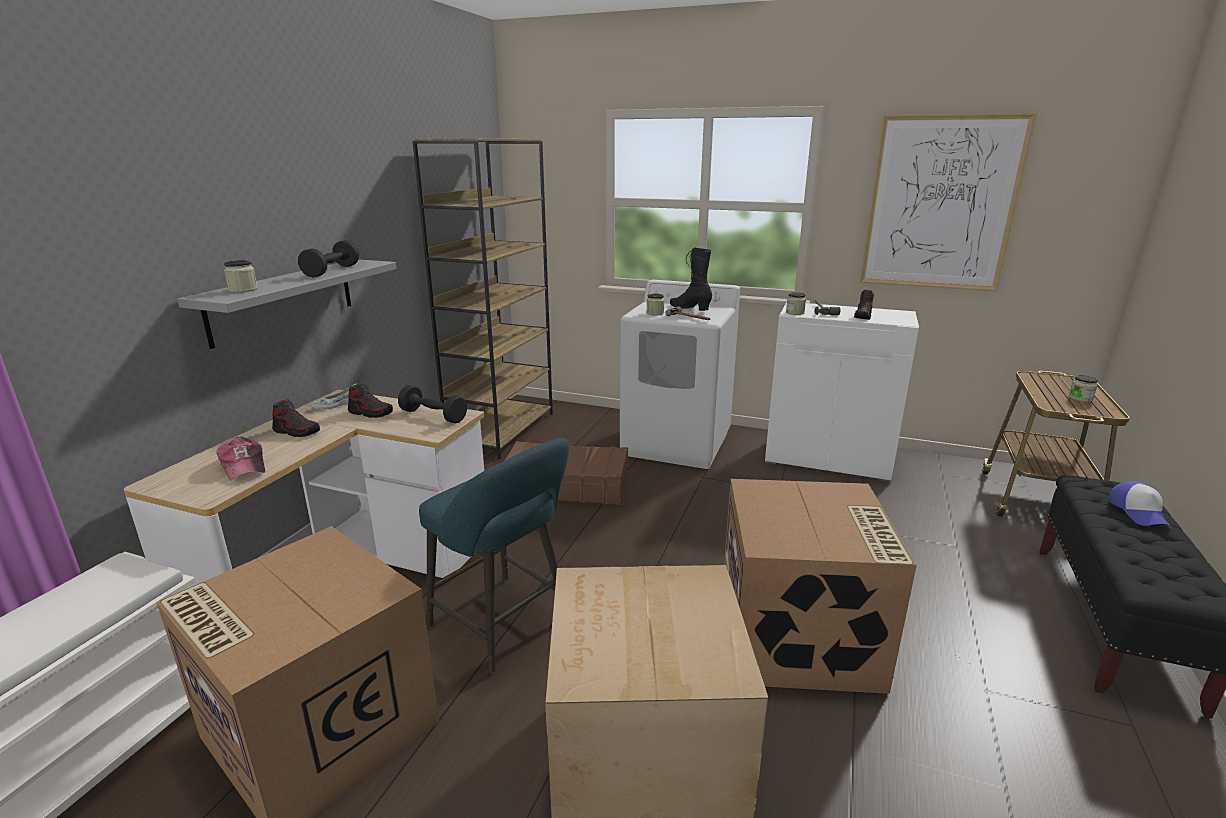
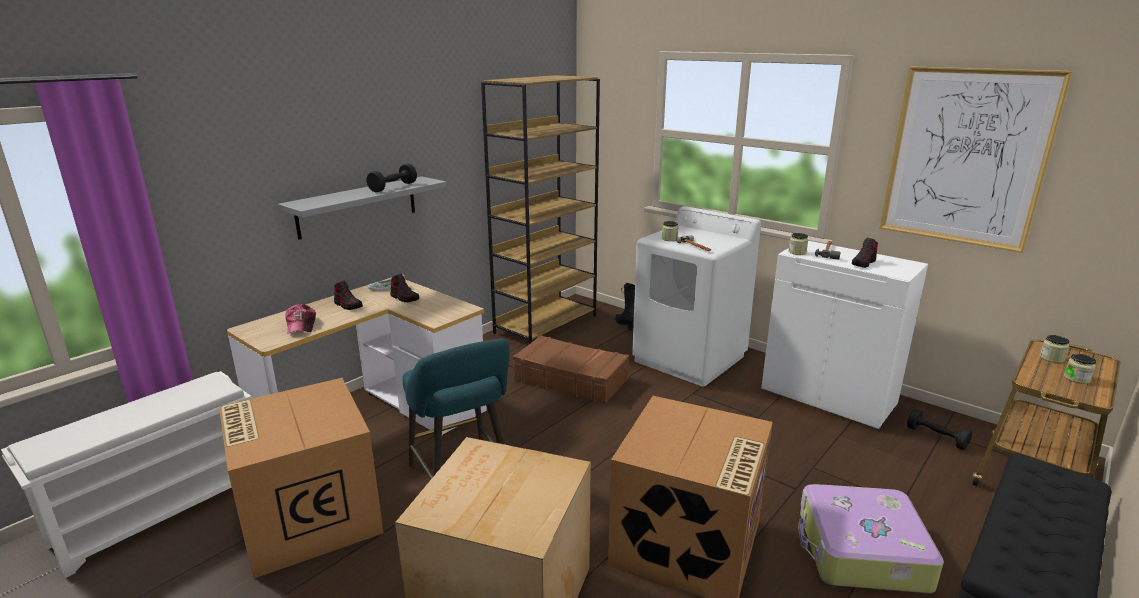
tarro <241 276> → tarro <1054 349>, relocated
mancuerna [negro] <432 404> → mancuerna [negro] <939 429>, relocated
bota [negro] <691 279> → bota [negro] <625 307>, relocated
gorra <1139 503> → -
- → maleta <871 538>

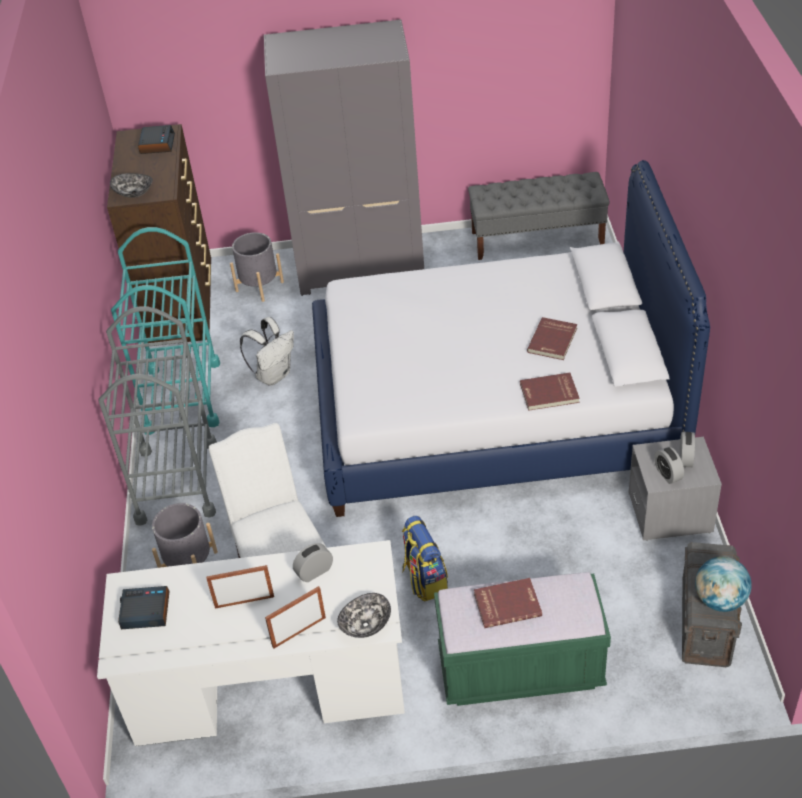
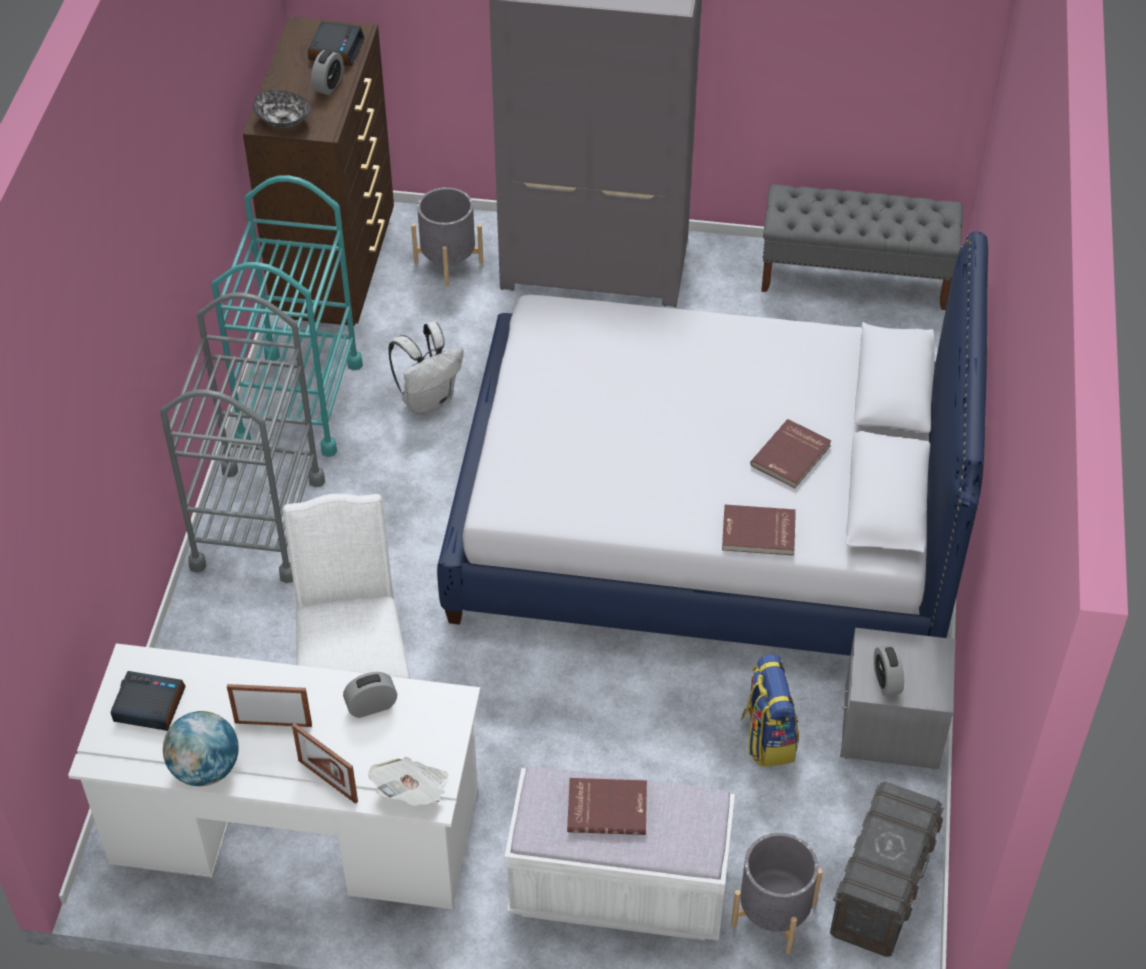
maceta [gris] <185 535> → maceta [gris] <777 893>, relocated
portarretratos <295 617> → portarretratos <325 763>, 120 degrees counterclockwise
cuenco <364 615> → periódico <408 781>
mochila <425 558> → mochila <769 710>, relocated
banco [verde] <522 639> → banco [blanco] <620 853>
despertador <687 449> → despertador <327 72>, relocated
globo terráqueo <723 584> → globo terráqueo <201 748>, relocated

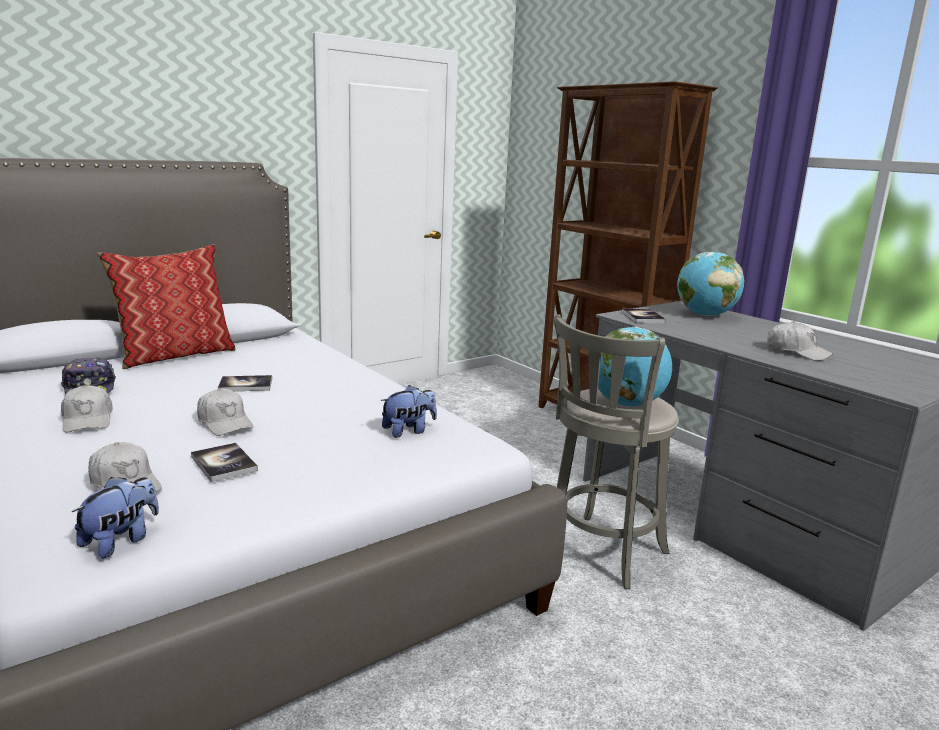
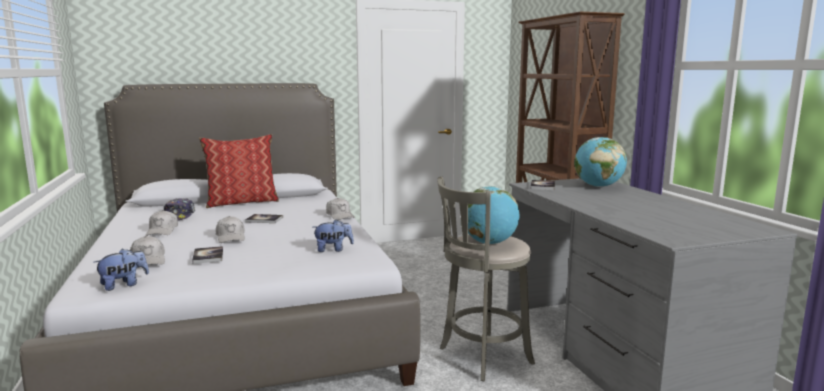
gorra [blanco] <800 341> → gorra [blanco] <340 209>, relocated

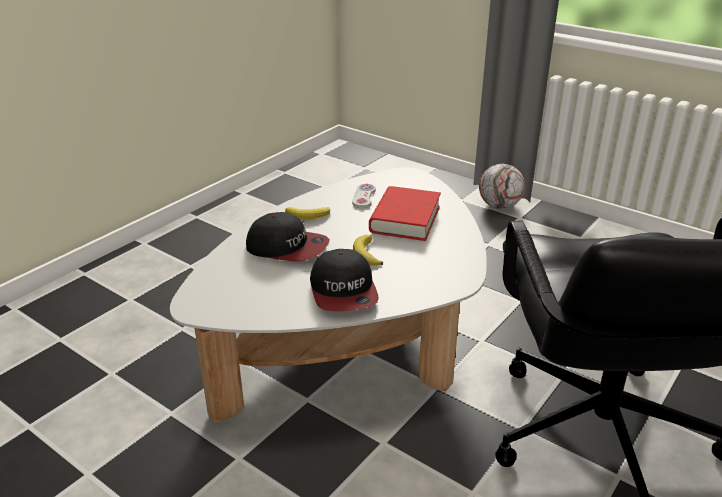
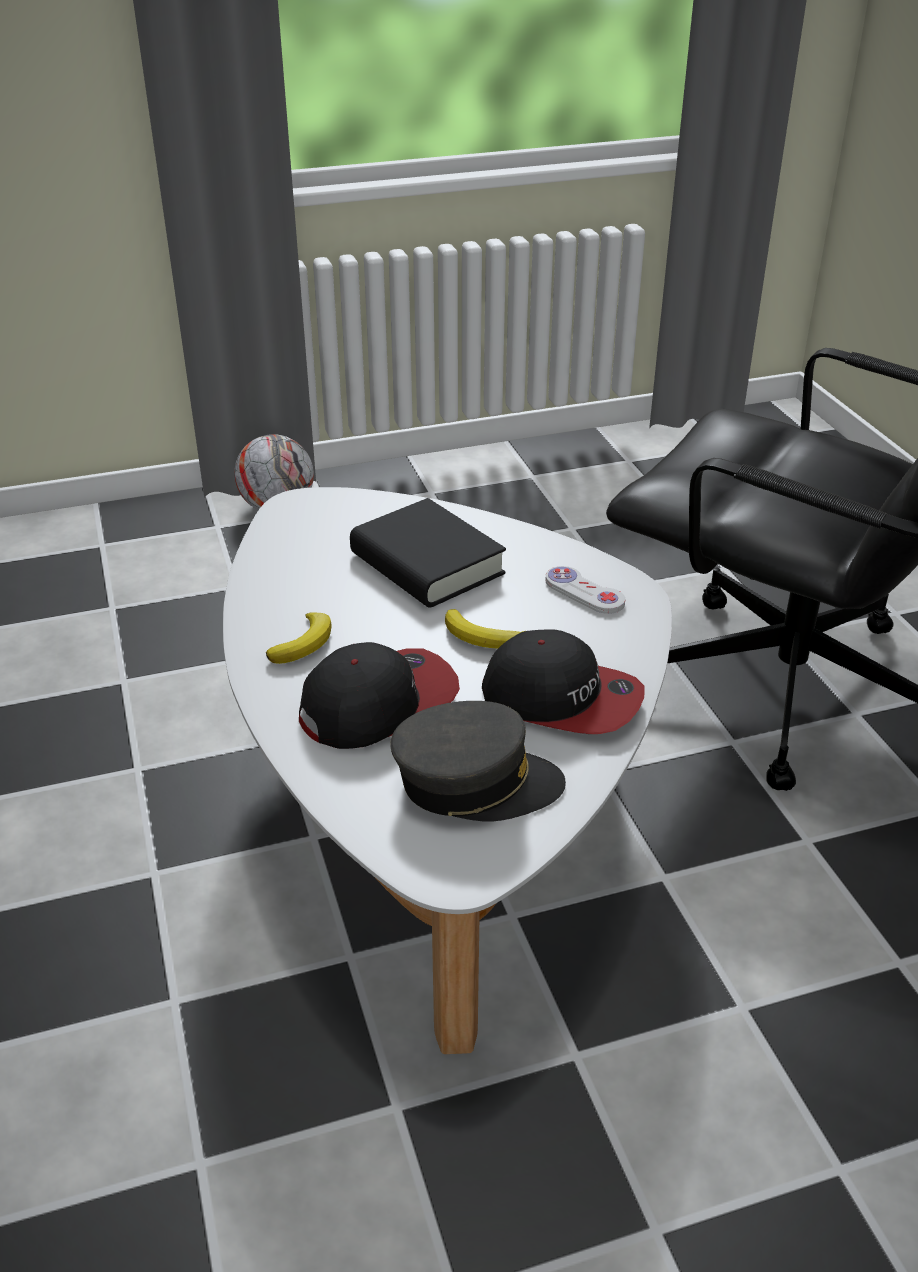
mando de consola [blanco] <364 196> → mando de consola [blanco] <585 590>, relocated
libro [rojo] <405 213> → libro [negro] <428 553>
- → gorra [gris] <478 761>

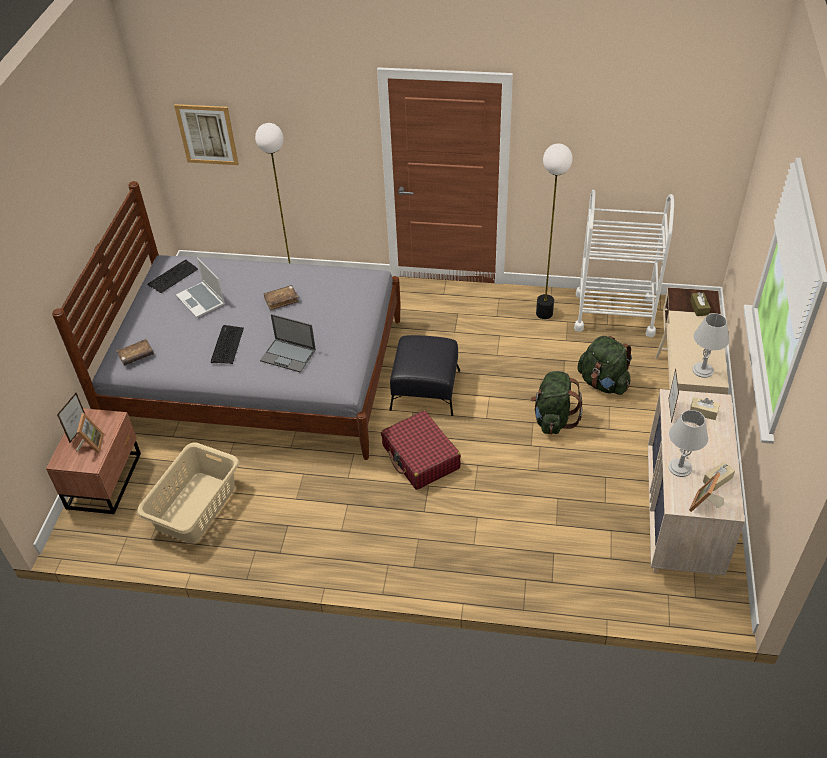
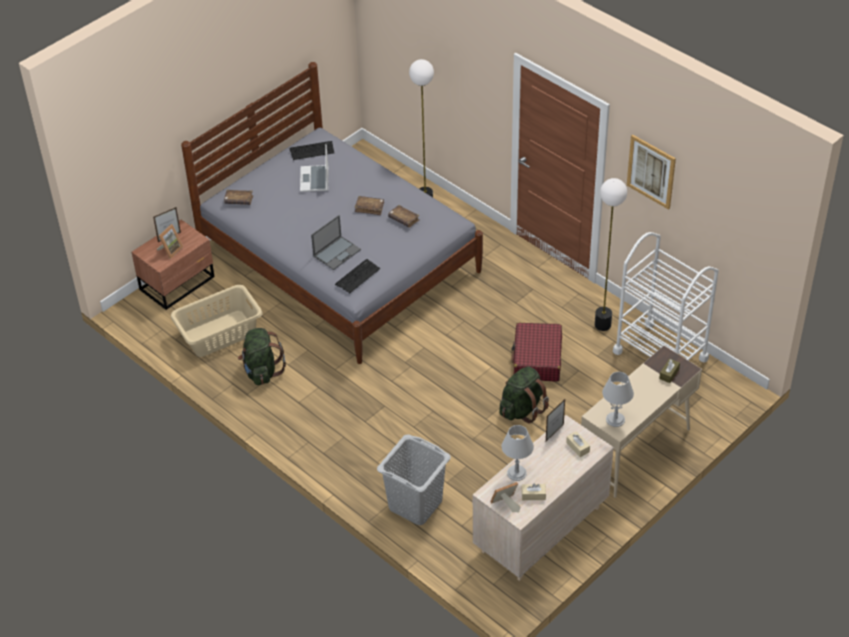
cuadro <206 134> → cuadro <651 172>, relocated
teclado <227 344> → teclado <357 276>, relocated
portátil <288 343> → portátil <336 242>, 105 degrees counterclockwise
maleta [rojo] <421 450> → maleta [rojo] <536 352>, relocated
puf [negro] <424 375> → -
mochila [verde] <604 365> → mochila [verde] <262 356>, relocated
- → cesto de la ropa [gris] <414 480>
- → libro [marrón] <404 216>

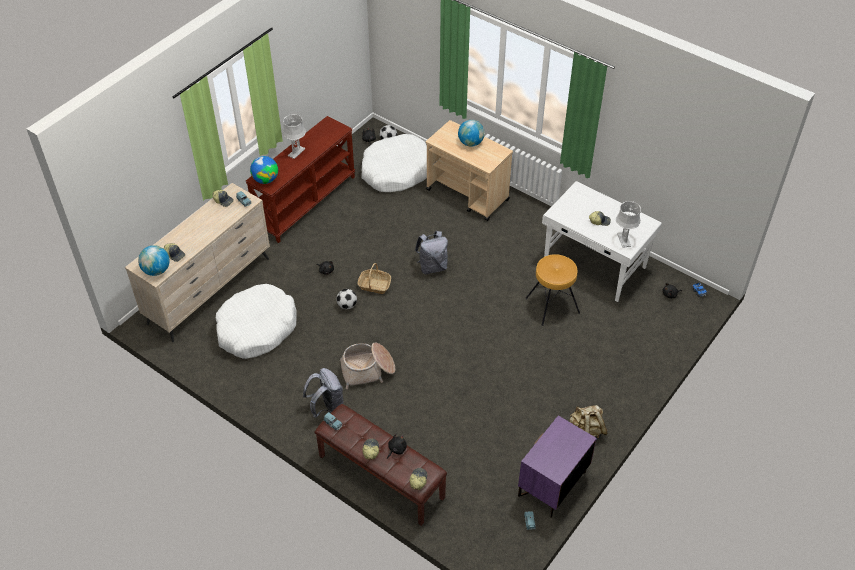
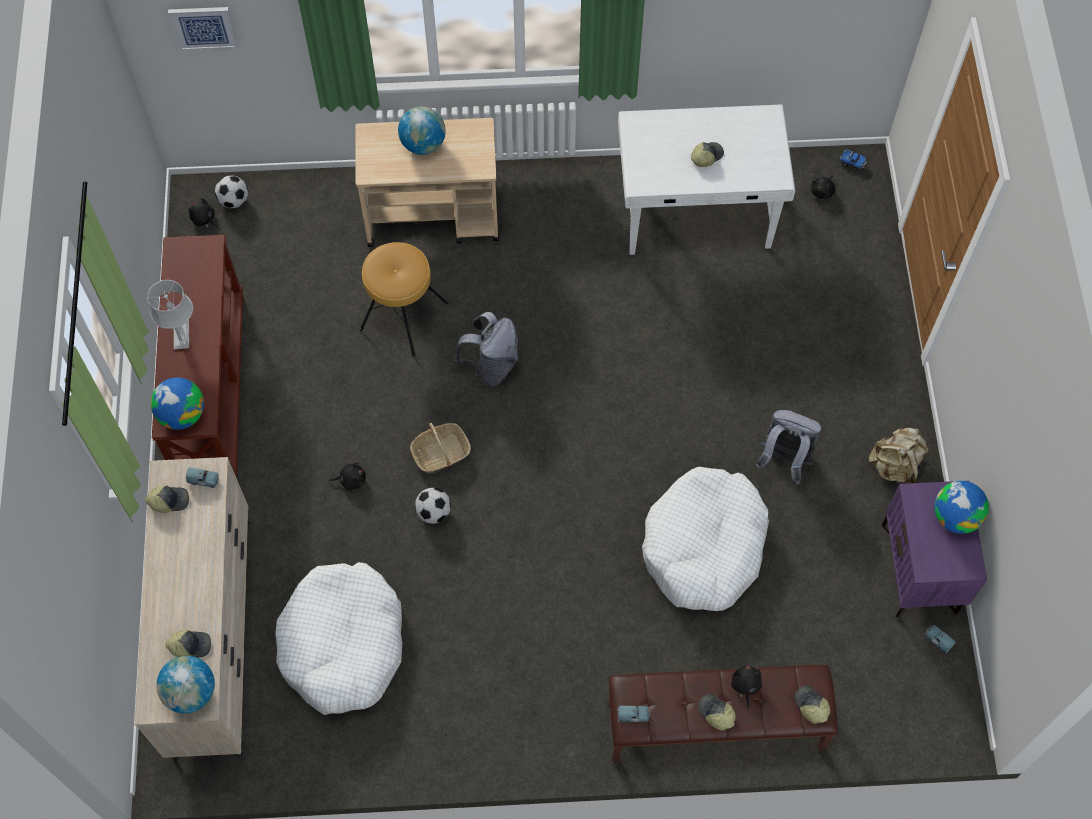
mochila [gris] <323 393> → mochila [gris] <788 447>, relocated
cesta <367 365> → -
cama para perro [blanco] <394 163> → cama para perro [blanco] <705 539>, relocated
taburete [marrón] <552 290> → taburete [marrón] <404 299>, relocated
lámpara de mesa [gris] <628 224> → -
- → cuadro <203 29>
- → globo terráqueo <961 507>

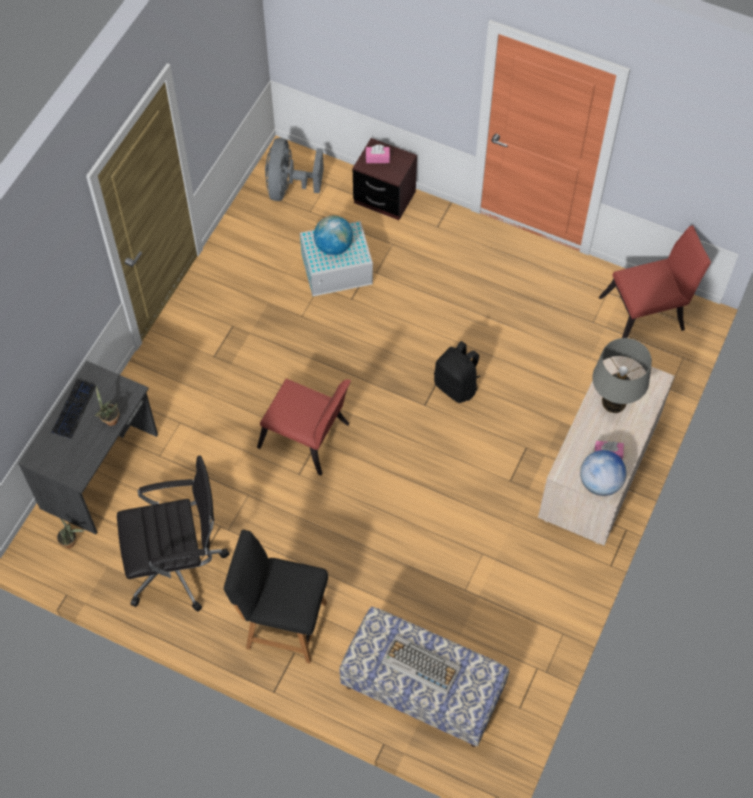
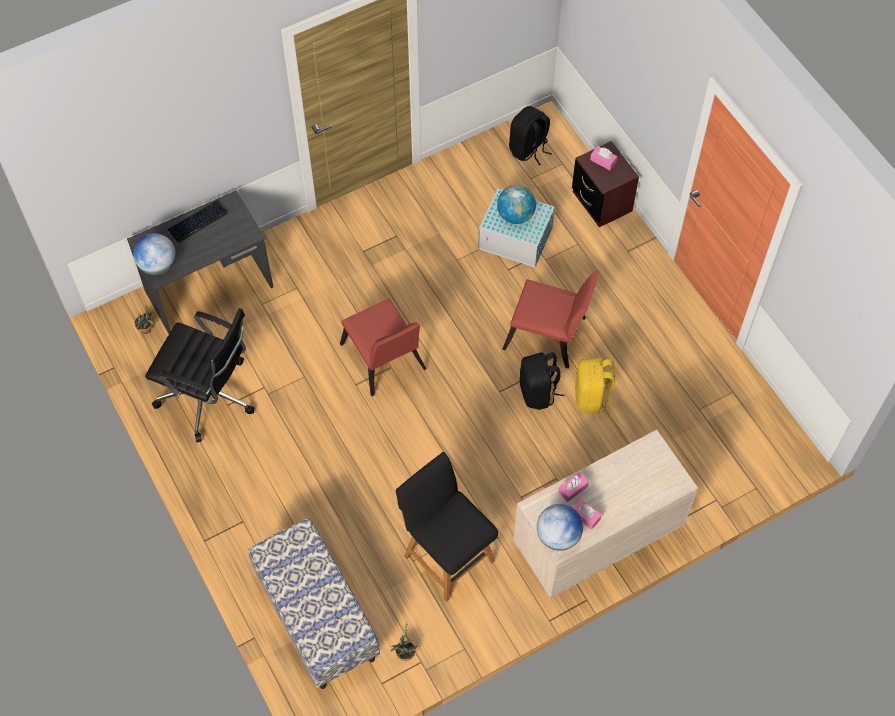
planta en maceta <107 406> → planta en maceta <404 641>, relocated
silla [negro] <276 597> → silla [negro] <447 527>, relocated
ventilador [gris] <294 169> → mochila [negro] <530 135>
teclado <421 665> → -
lámpara de mesa [gris] <622 375> → -
silla [rojo] <655 281> → silla [rojo] <551 320>, relocated
- → globo terráqueo <154 254>
- → caja de pañuelos [rosa] <573 486>
- → mochila [amarillo] <596 385>

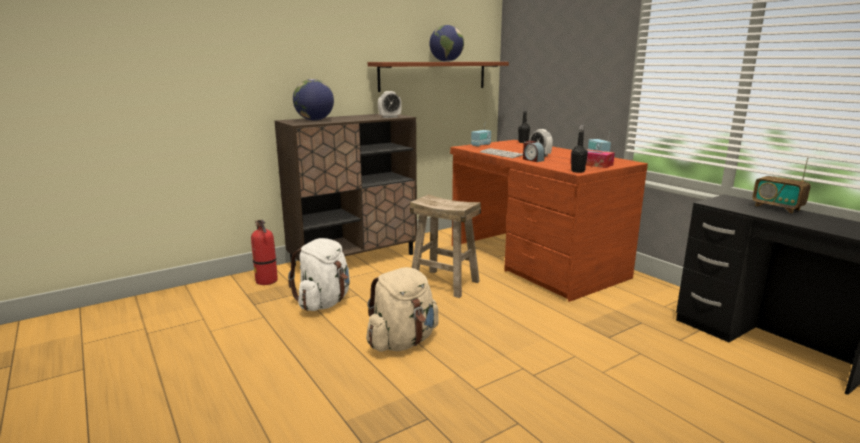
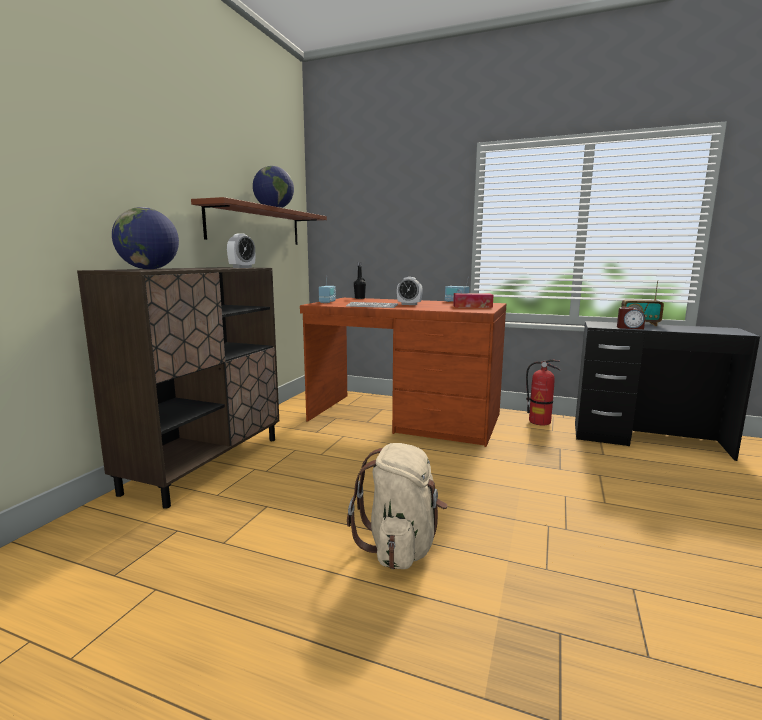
extintor <264 252> → extintor <543 392>, relocated
mochila [blanco] <319 274> → -
taburete [beis] <445 246> → -
despertador <534 151> → despertador <631 318>, relocated
botella [negro] <579 149> → -

